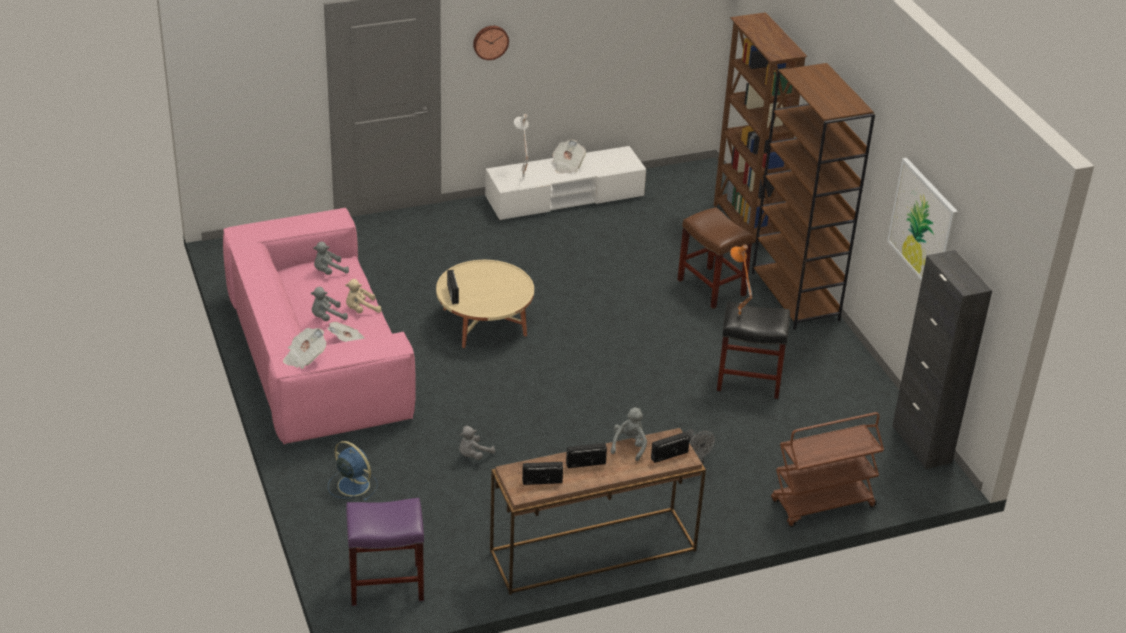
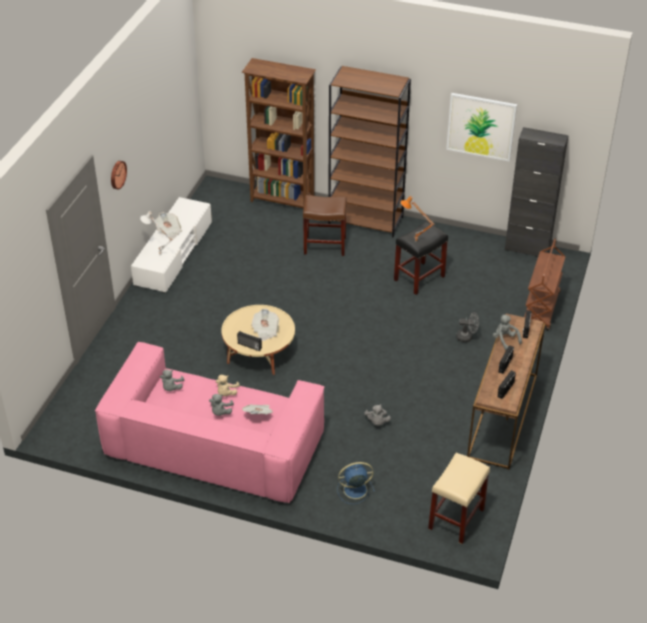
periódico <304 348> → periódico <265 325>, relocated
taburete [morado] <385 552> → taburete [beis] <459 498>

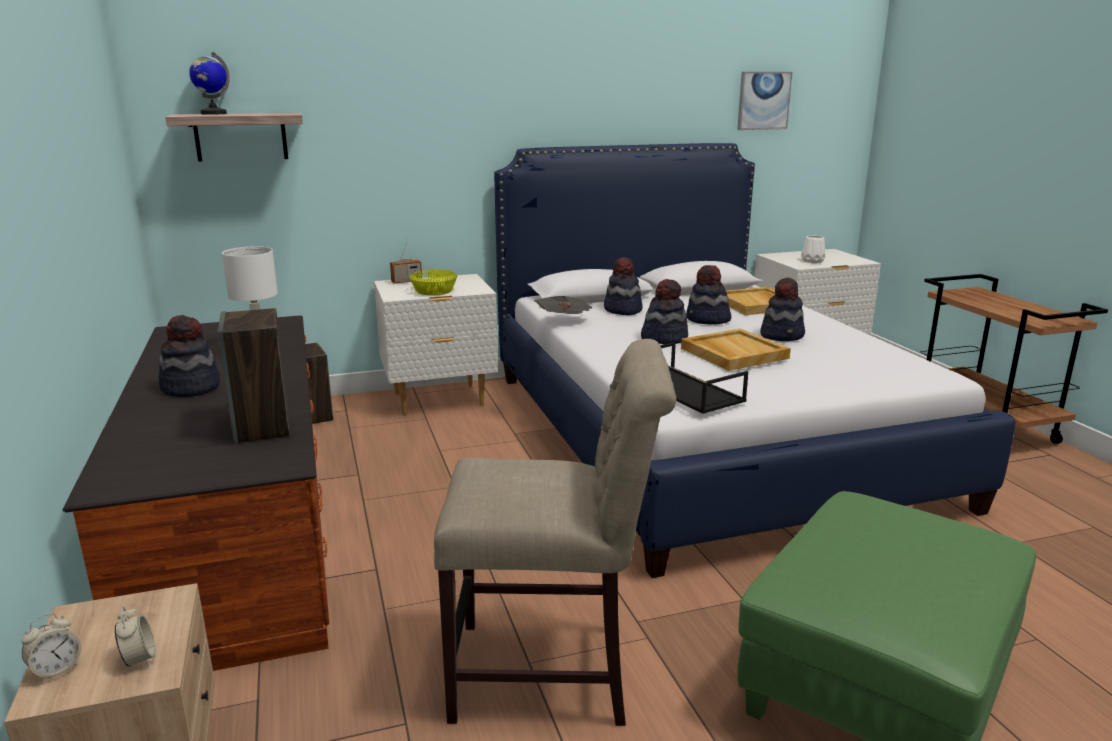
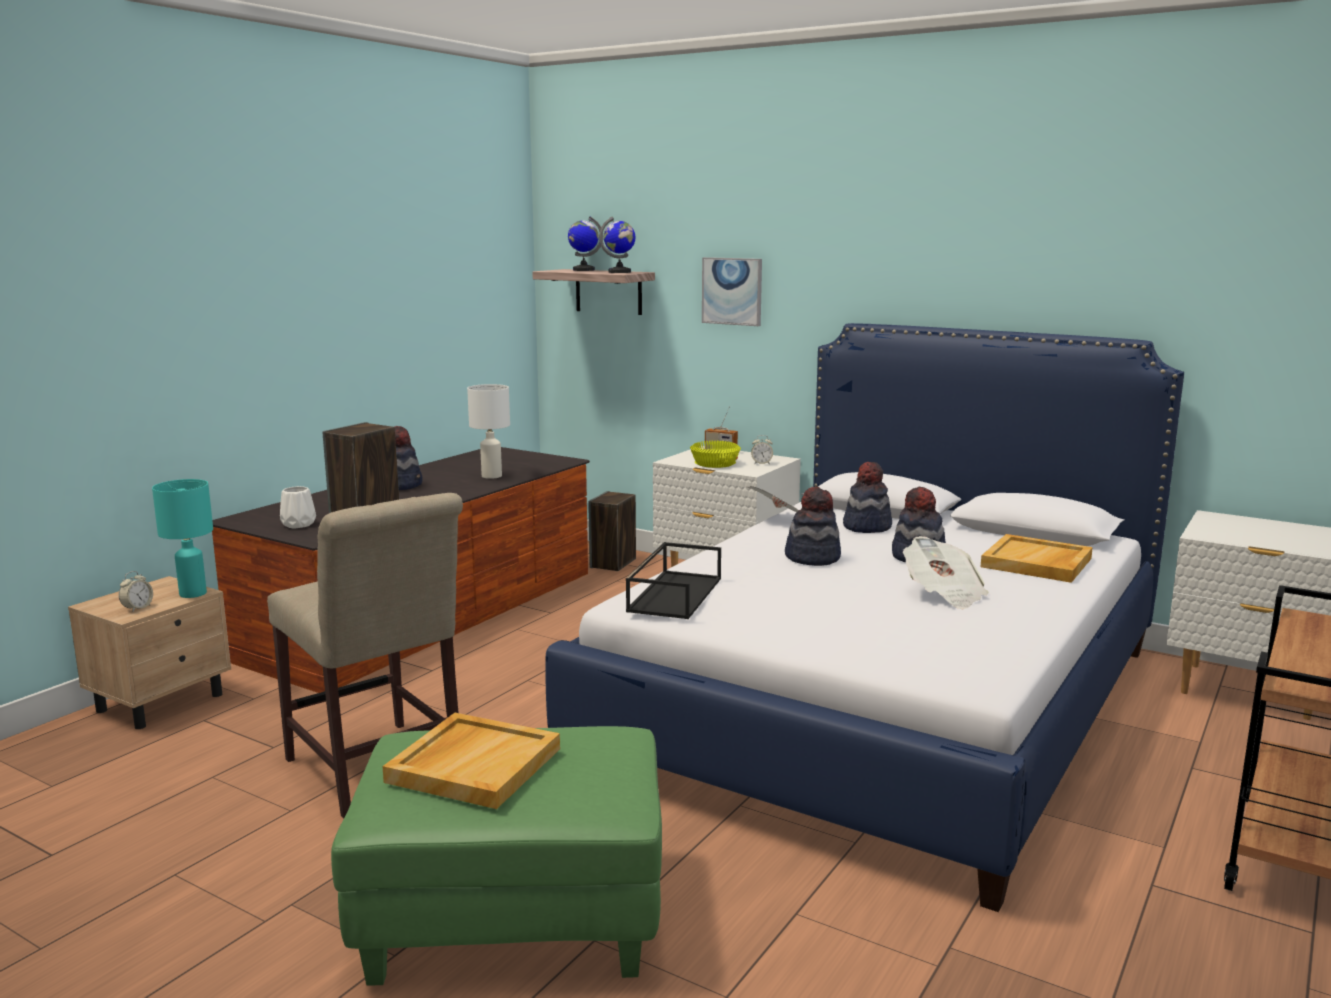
despertador <51 648> → despertador <762 449>, relocated
bandeja [beis] <736 350> → bandeja [beis] <471 761>, relocated
cuadro <764 101> → cuadro <732 291>, relocated
sombrero <782 309> → periódico <946 572>
florero [blanco] <813 249> → florero [blanco] <298 507>, relocated
- → lámpara de mesa [turquesa] <182 538>
- → globo terráqueo <617 245>

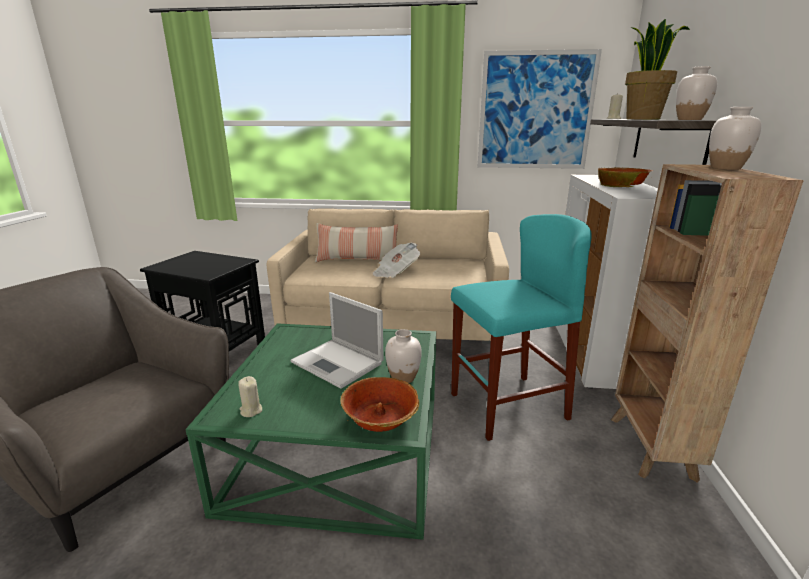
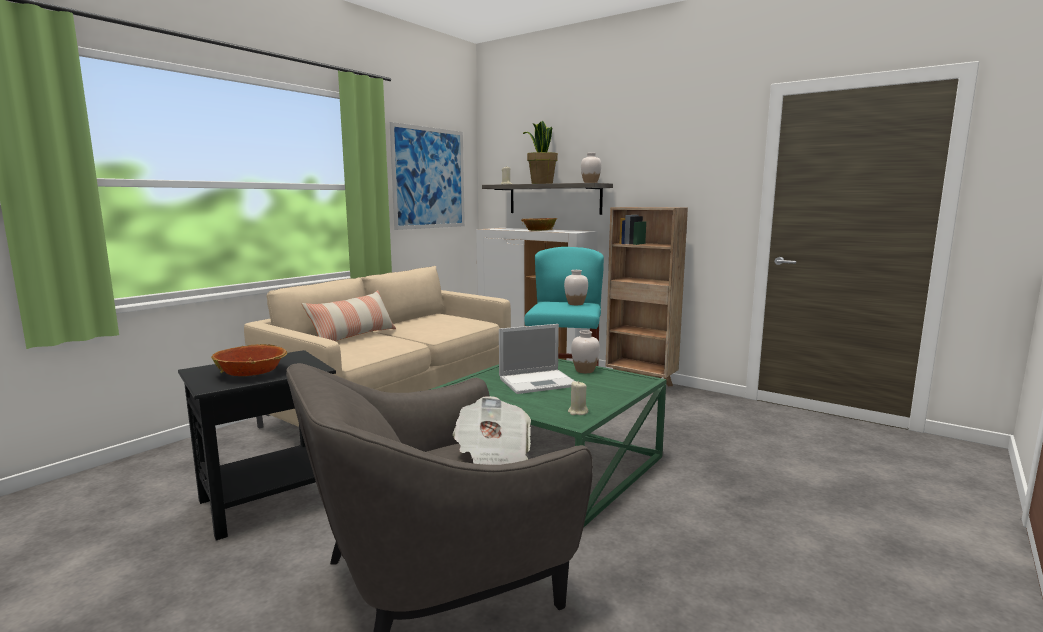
cuenco <379 404> → cuenco <249 360>, relocated
periódico <396 260> → periódico <492 430>, relocated
florero [blanco] <735 138> → florero [blanco] <576 287>, relocated

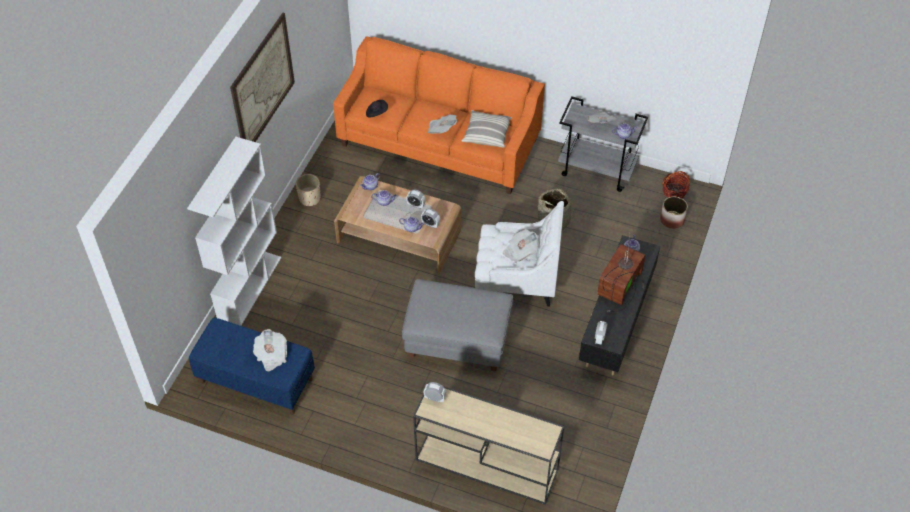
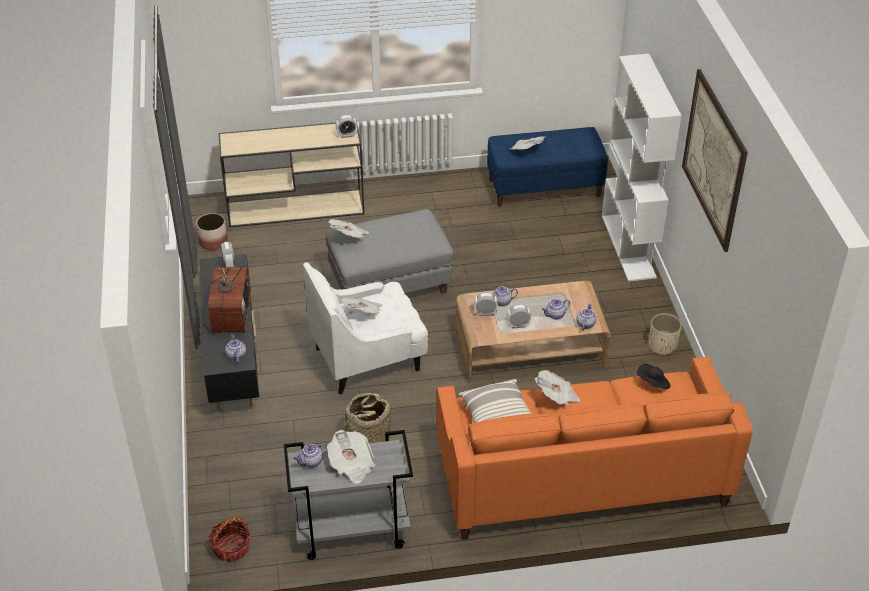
maceta <674 213> → maceta <212 231>, relocated
- → periódico <348 228>

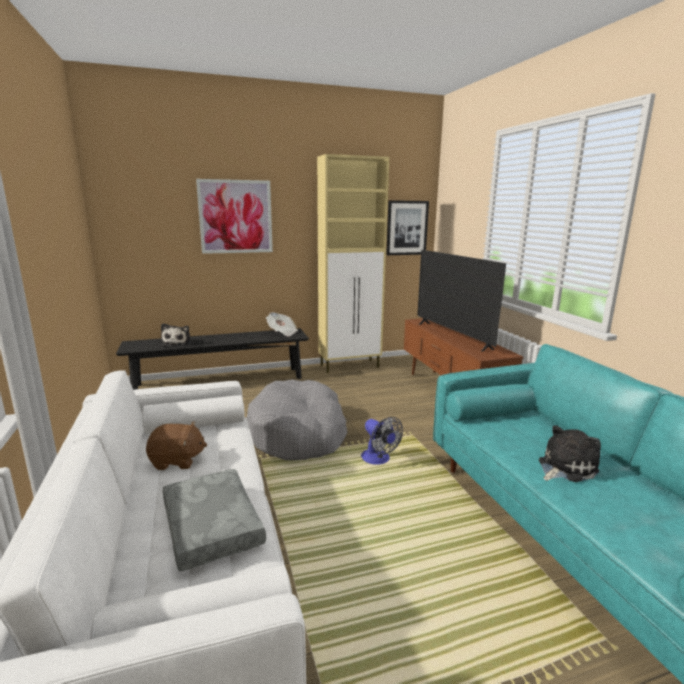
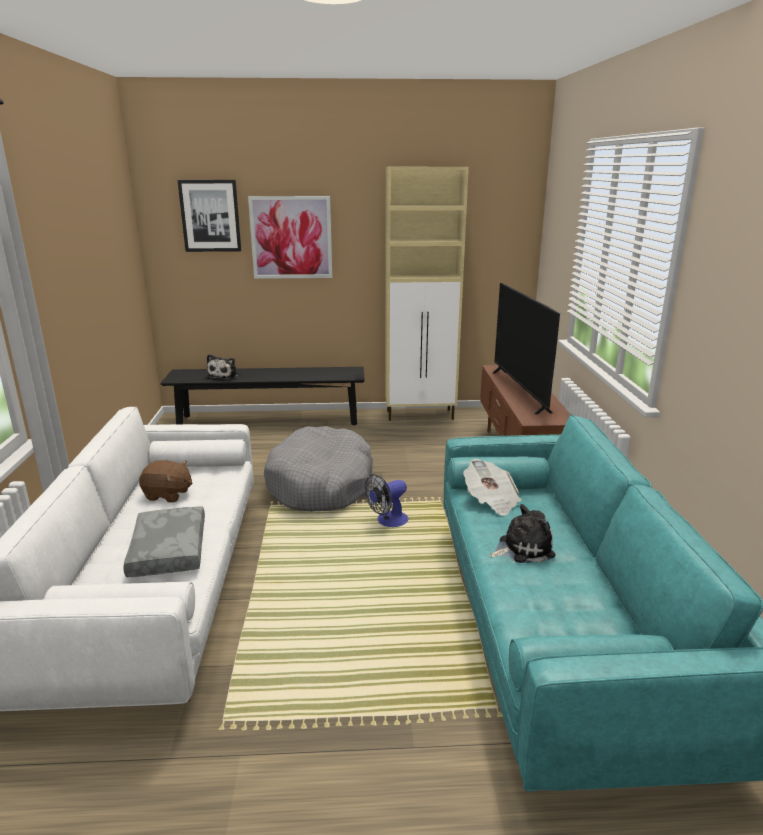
periódico <282 324> → periódico <492 487>, relocated
ventilador <382 441> → ventilador <386 500>, 75 degrees clockwise
cuadro <407 227> → cuadro <209 216>, relocated

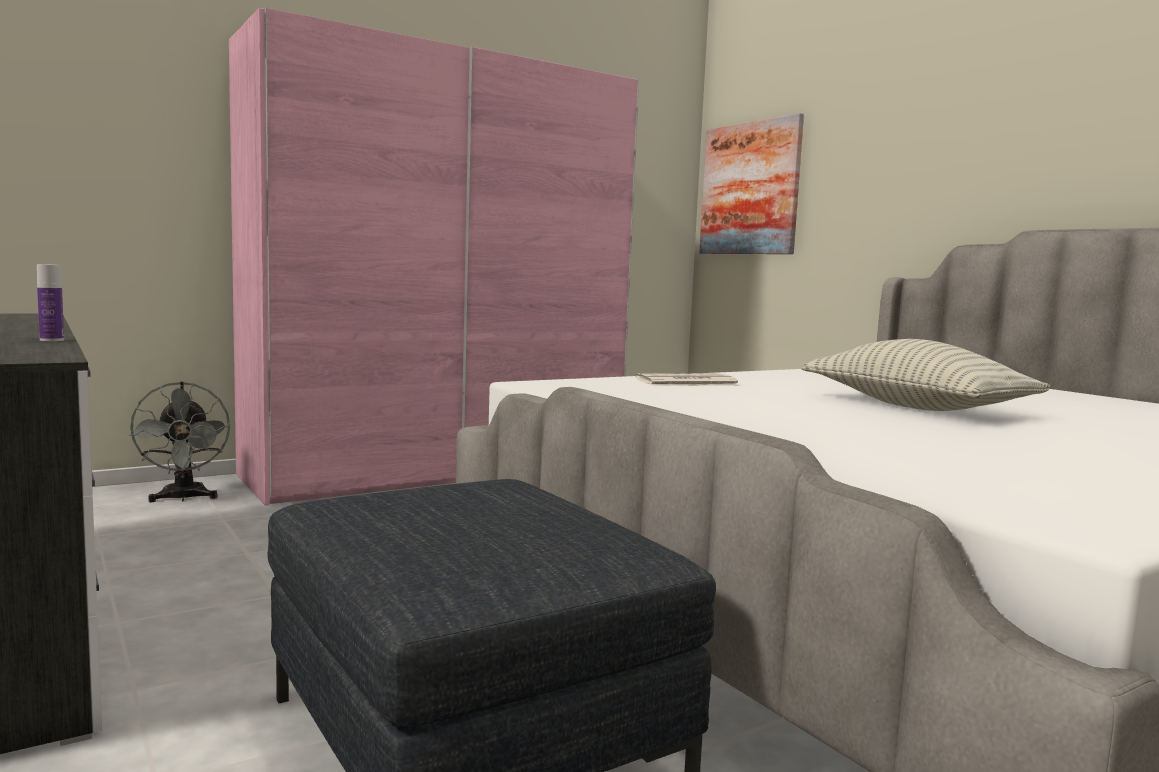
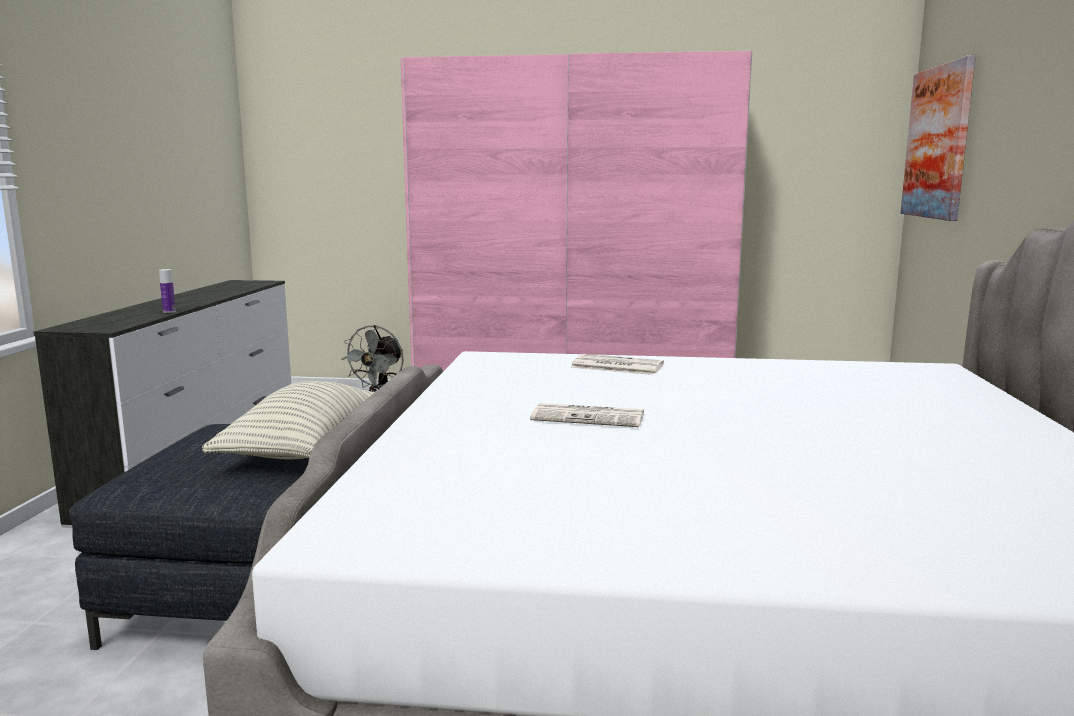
cojín <926 375> → cojín <288 420>, relocated
- → periódico <587 415>

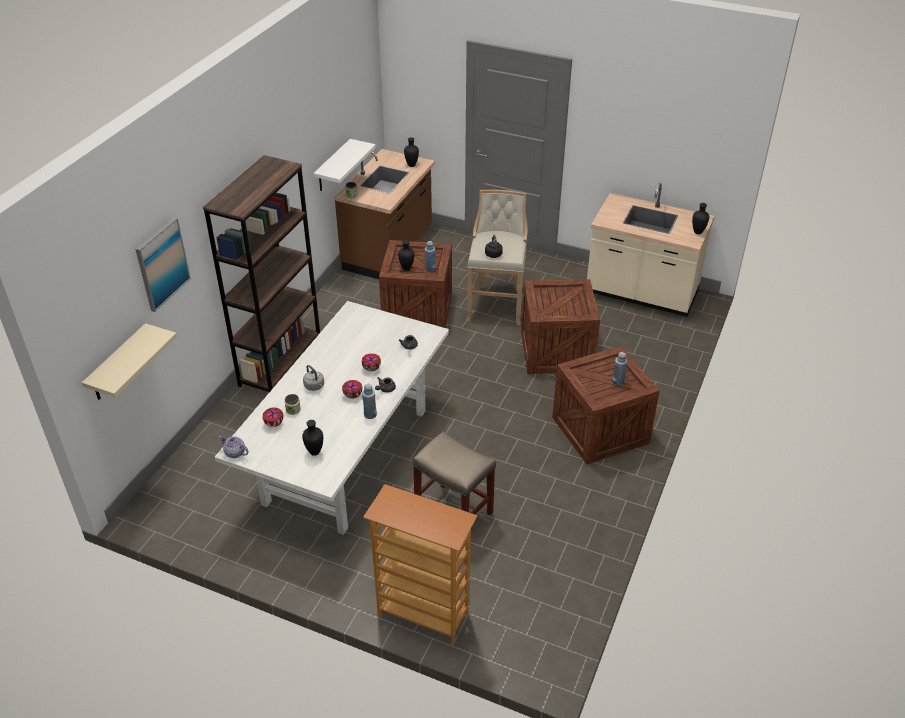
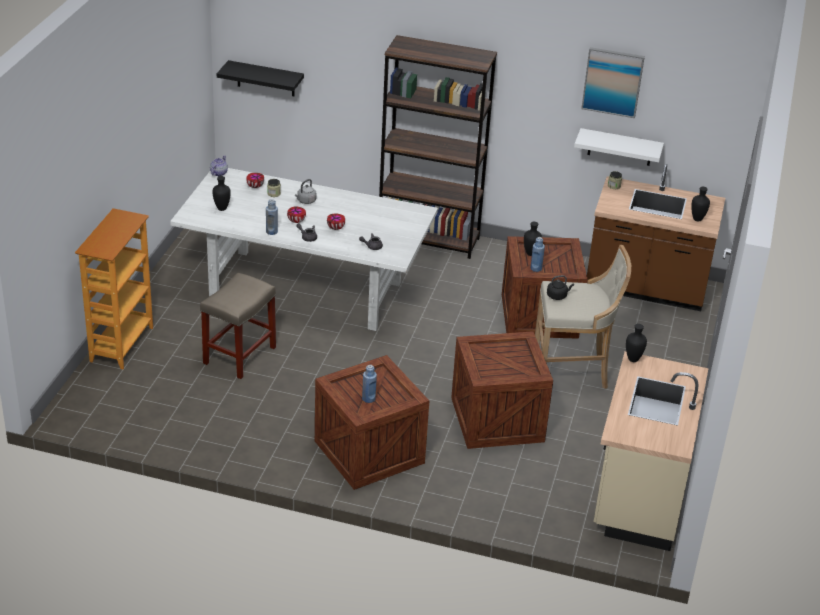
estante [beis] <129 361> → estante [negro] <260 78>
cuadro <163 264> → cuadro <613 82>, relocated
florero [negro] <700 218> → florero [negro] <636 343>, relocated

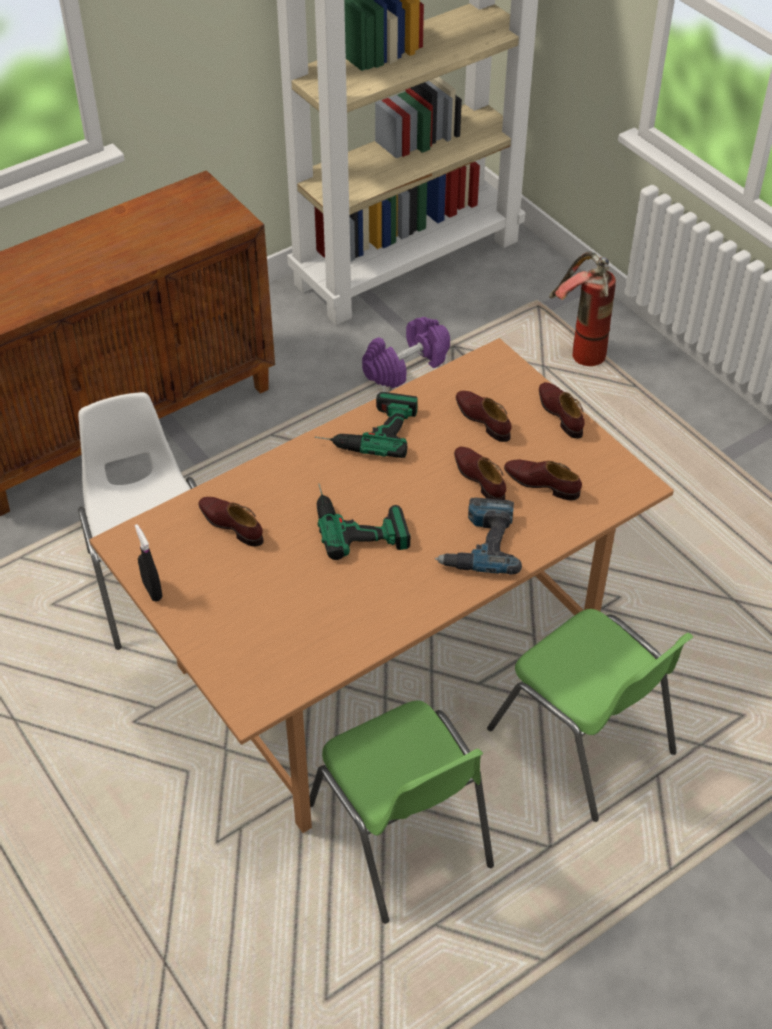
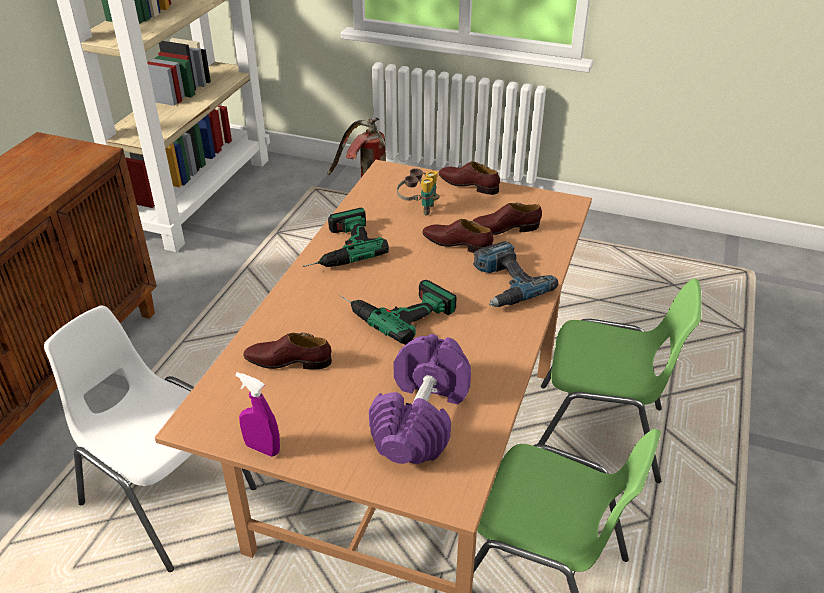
pulverizador [negro] <149 562> → pulverizador [morado] <258 414>
mancuerna [morado] <406 352> → mancuerna [morado] <420 399>, relocated
zapato [marrón] <483 416> → prismáticos <418 192>

